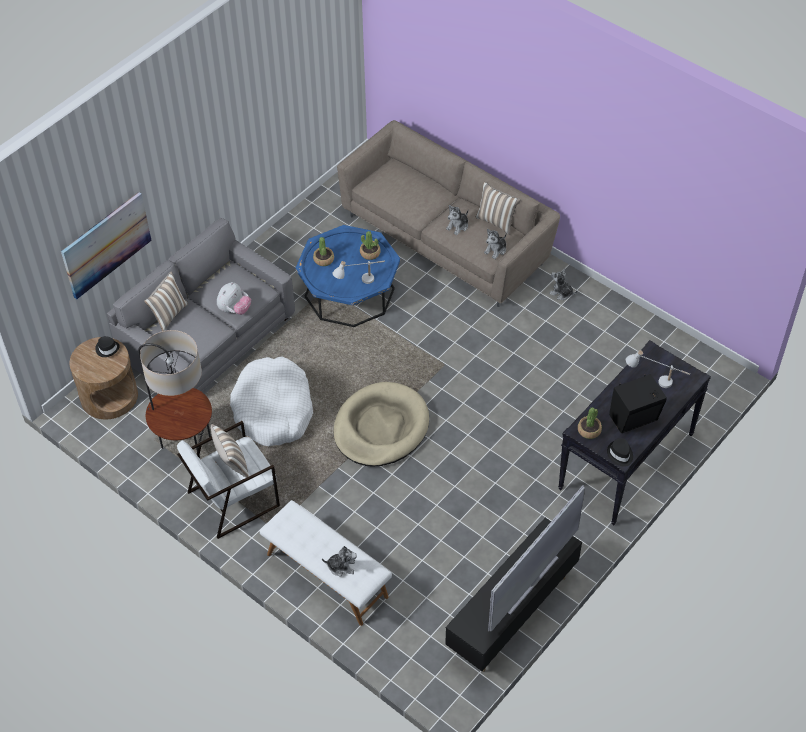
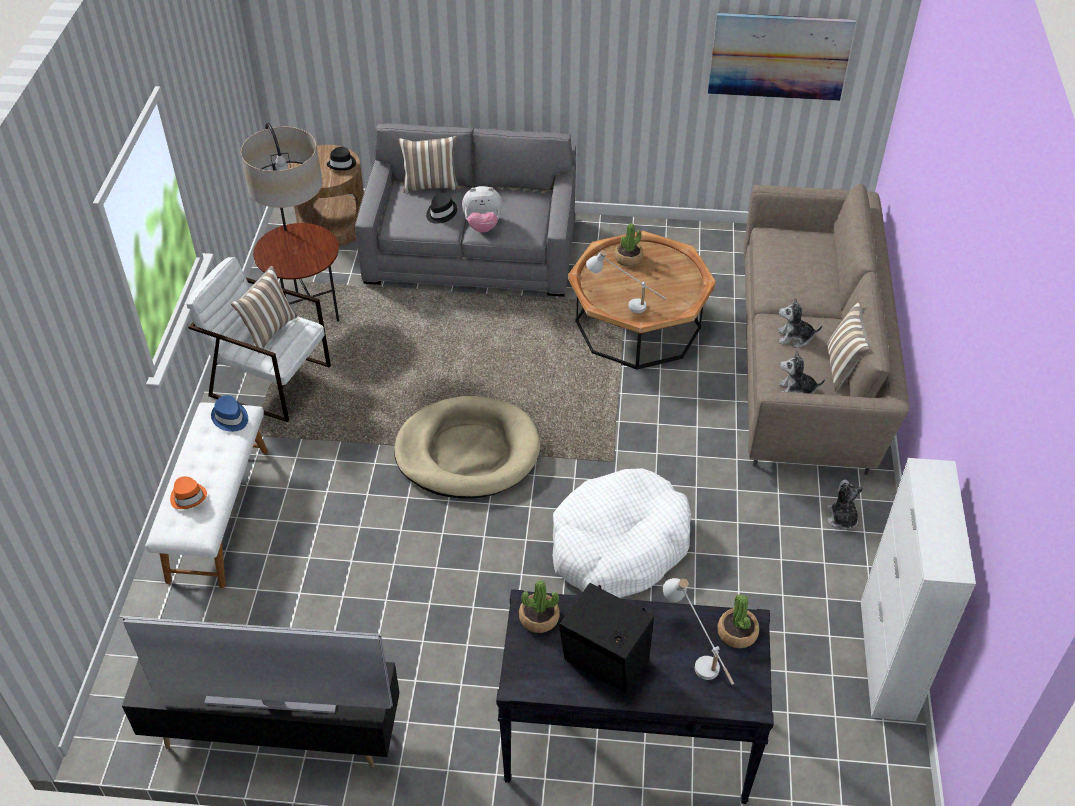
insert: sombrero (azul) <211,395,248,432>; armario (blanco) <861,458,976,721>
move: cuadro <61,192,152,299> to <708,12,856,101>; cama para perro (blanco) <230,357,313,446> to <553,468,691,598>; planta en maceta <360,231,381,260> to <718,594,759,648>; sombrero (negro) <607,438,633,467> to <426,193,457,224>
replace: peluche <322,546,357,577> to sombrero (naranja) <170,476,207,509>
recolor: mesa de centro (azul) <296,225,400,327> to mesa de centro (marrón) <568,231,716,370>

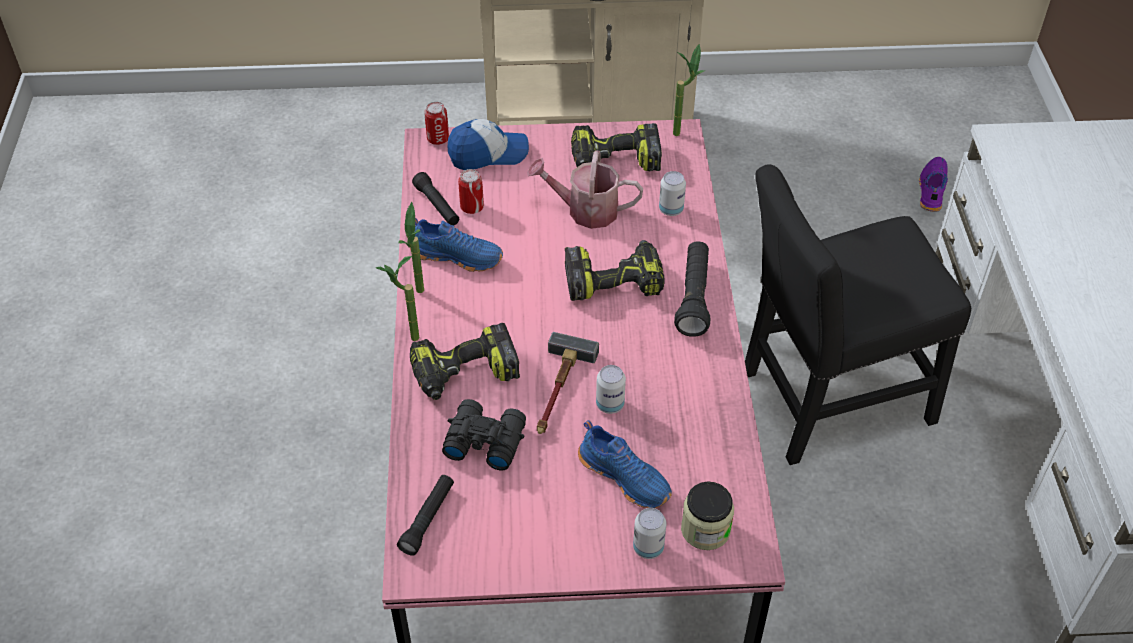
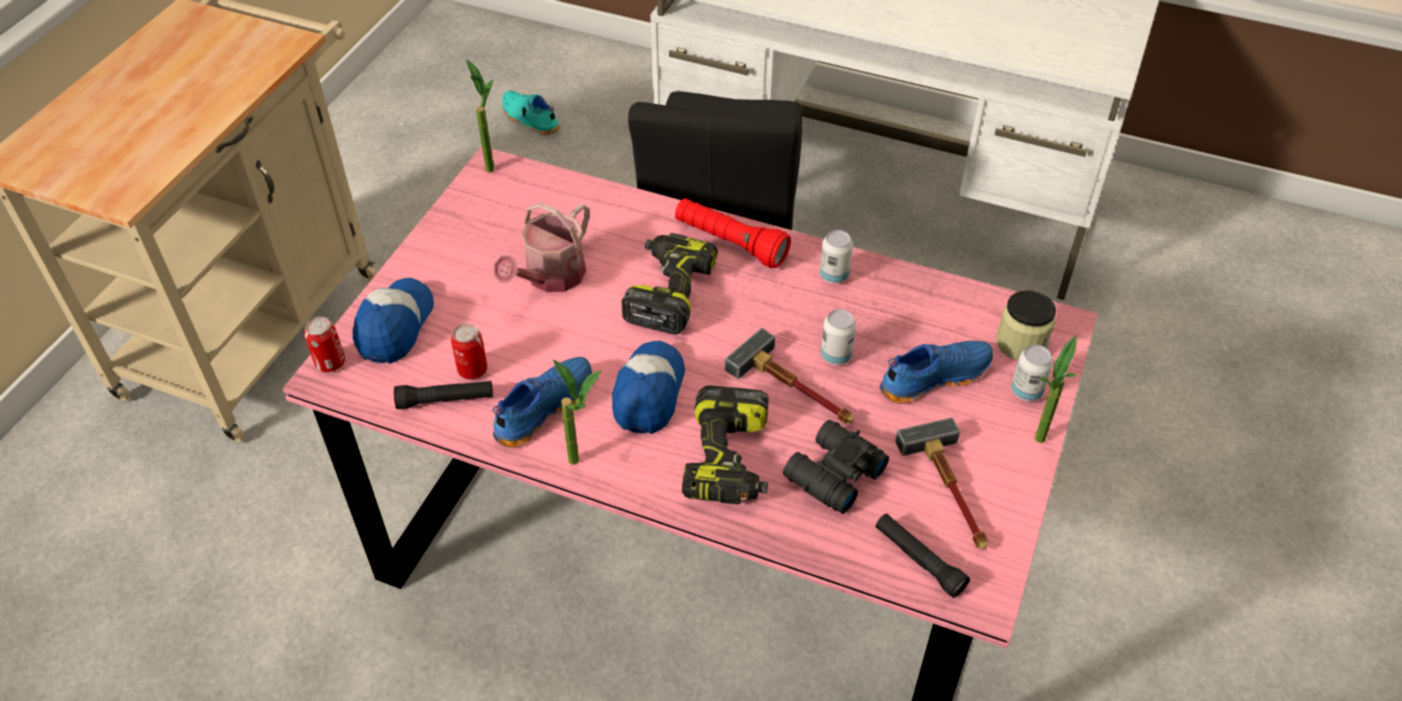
delete: taladro <571,123,662,172>
insert: gorra <612,341,685,434>; martillo <895,418,988,550>
move: planta en maceta <376,256,419,341> to <1035,336,1076,443>; lata <659,171,686,216> to <820,230,853,284>
recolor: linterna (negro) <674,241,710,337> to linterna (rojo) <675,198,791,268>; zapato (morado) <919,157,948,212> to zapato (turquesa) <502,91,560,135>

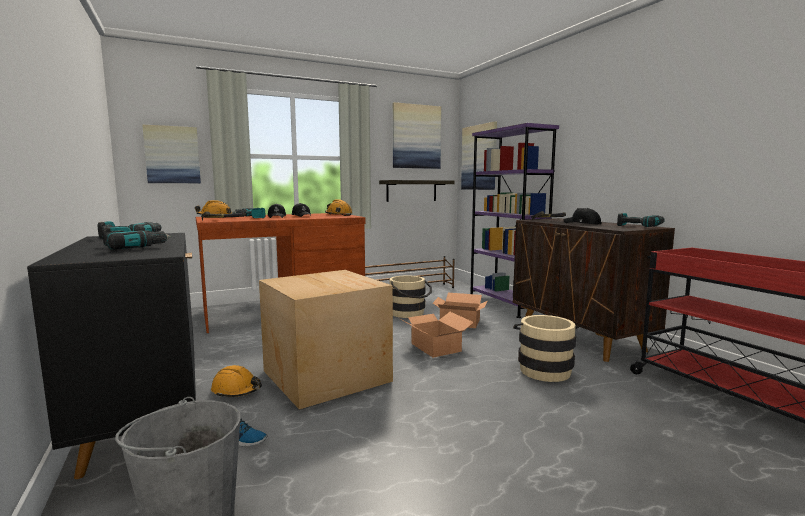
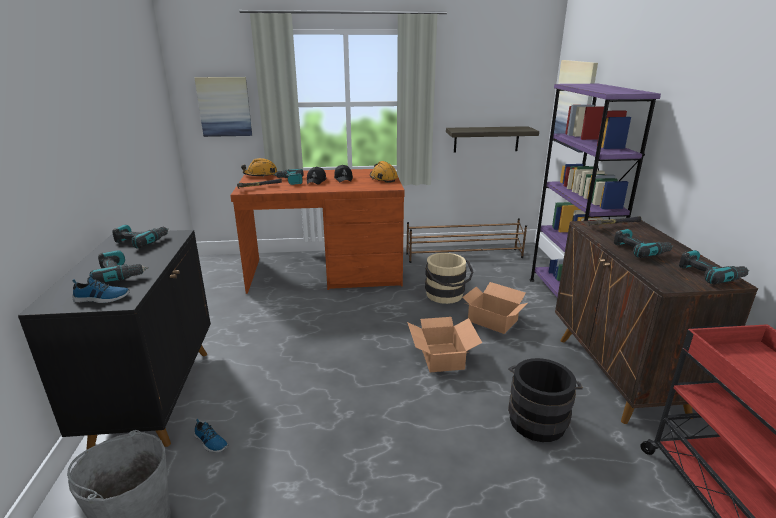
delete: casco (naranja) <211,365,262,398>; caja de cartón <259,270,393,409>; cuadro <393,102,441,169>
insert: zapato <72,274,130,303>
replace: gorra (negro) <564,208,602,224> to taladro <614,229,673,258>
recolor: cubo (beis) <513,315,579,382> to cubo (negro) <508,358,583,442>

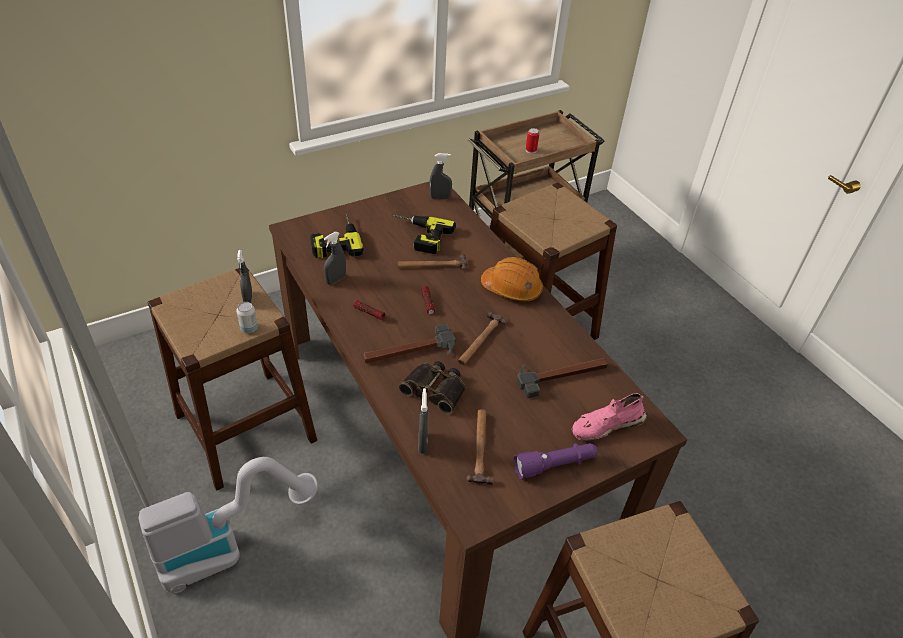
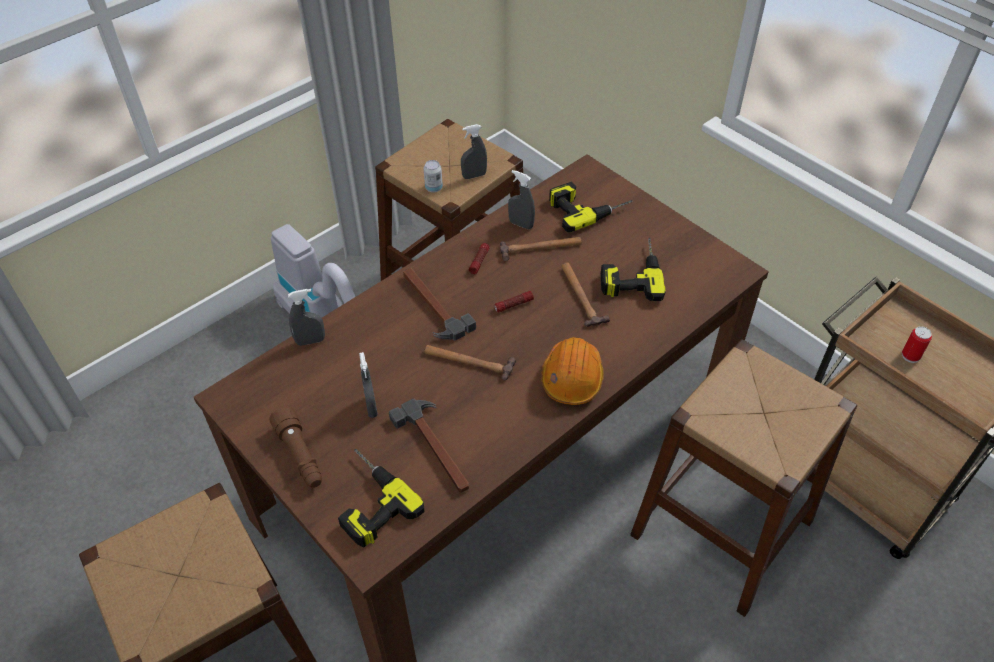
delete: prismáticos <398,361,466,414>
move: pulverizador (gris) <429,153,452,199> to <359,352,378,418>; martillo <467,409,493,485> to <500,237,582,261>
replace: zapato (rosa) <572,393,647,441> to taladro <338,449,425,547>
recolor: linterna (morado) <513,443,598,479> to linterna (marrón) <270,406,322,488>

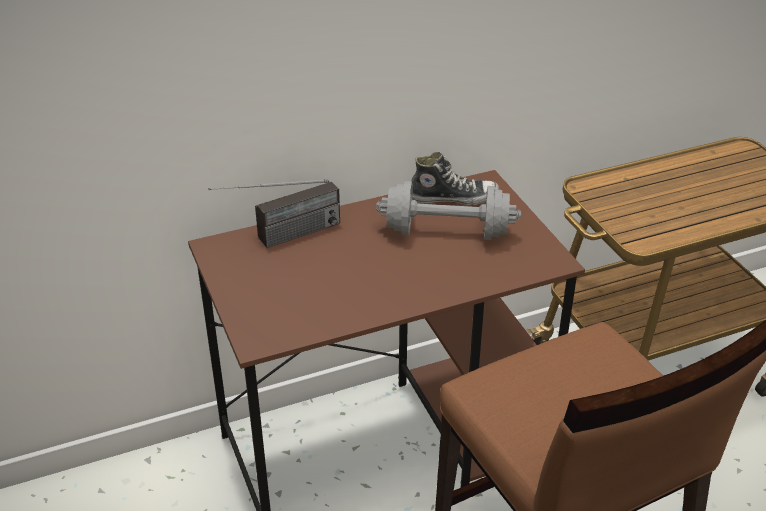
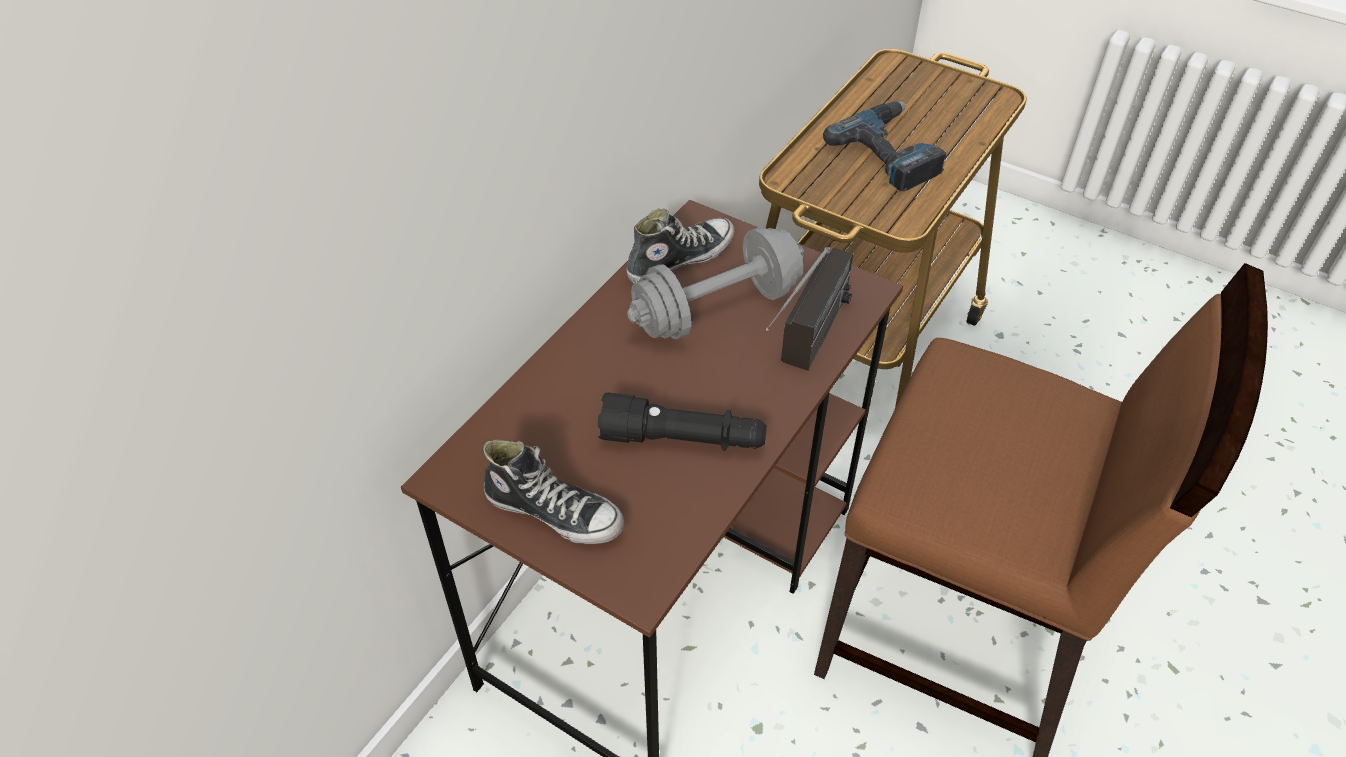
insert: zapato <482,440,625,544>; linterna (negro) <598,392,767,451>; taladro <823,101,947,191>
move: radio <209,179,340,248> to <766,247,853,371>

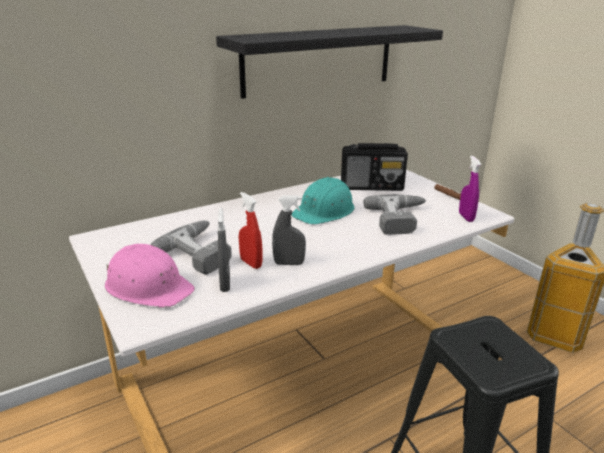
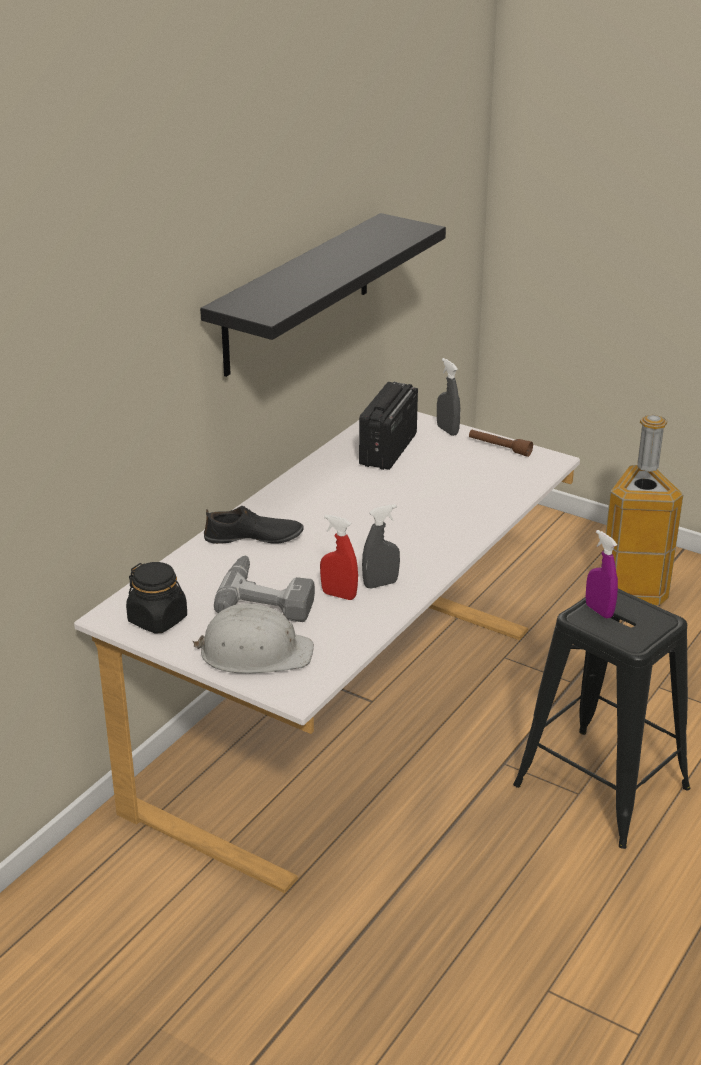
delete: casco (turquesa) <291,177,355,225>; taladro <363,194,426,235>
insert: tarro (negro) <126,562,187,634>; zapato (negro) <204,506,303,544>
move: pulverizador (gris) <218,208,230,292> to <437,358,460,436>; pulverizador (morado) <459,156,481,222> to <586,530,618,619>
recolor: casco (rosa) <105,244,195,308> to casco (blanco) <193,603,314,673>
rotate: radio <341,143,408,191> = <359,382,418,470> 135 degrees clockwise

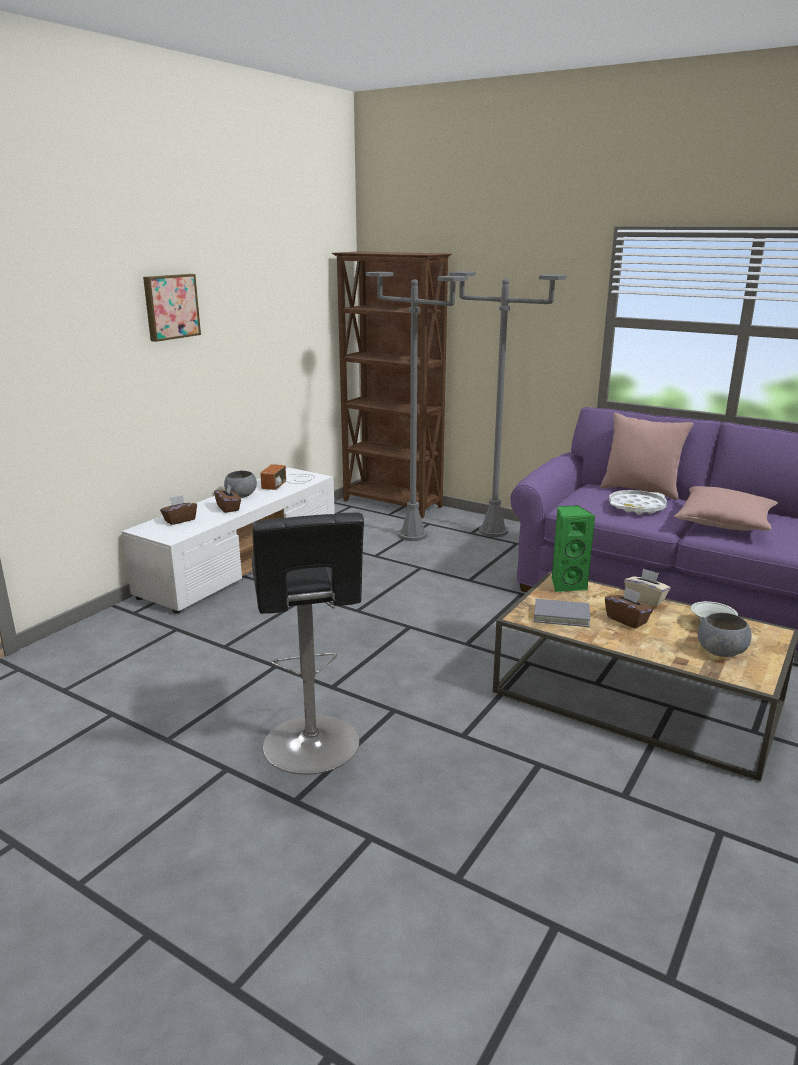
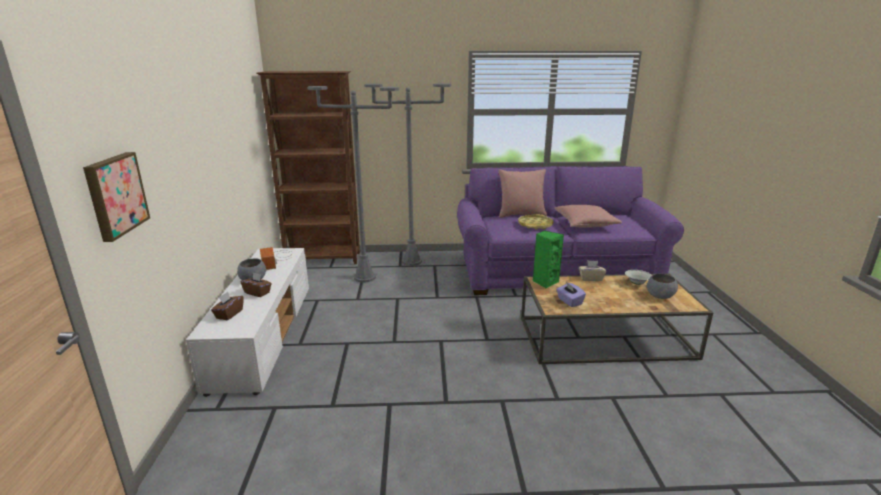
delete: taburete (negro) <252,513,364,775>; caja de pañuelos (marrón) <605,587,653,629>
move: cuadro <143,274,201,342> to <83,152,150,242>
replace: libro (gris) <534,599,590,627> to caja de pañuelos (morado) <556,282,586,307>
recolor: bandeja (blanco) <609,490,667,514> to bandeja (amarillo) <518,214,553,230>

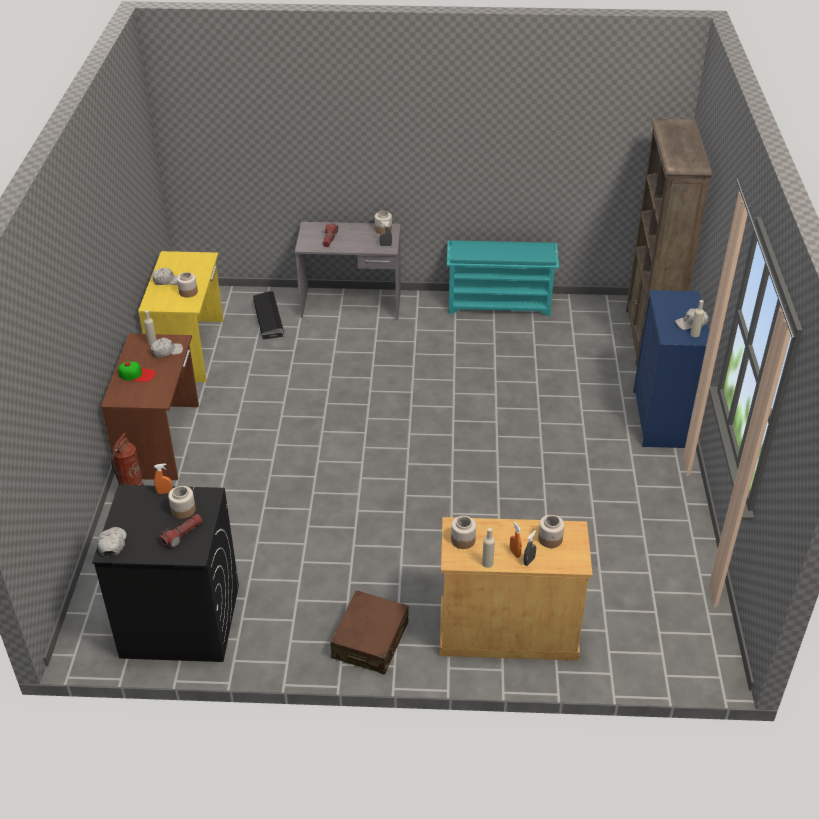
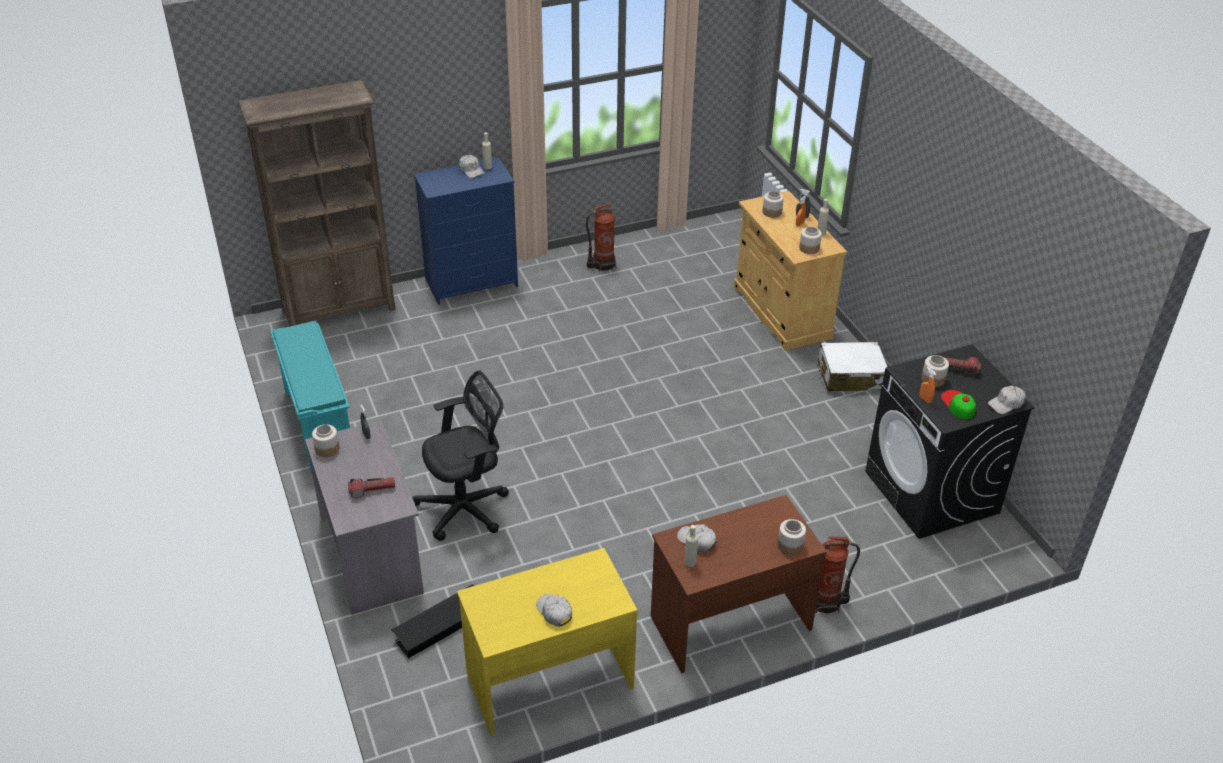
insert: silla de oficina (negro) <412,371,509,541>; extintor <586,203,616,271>
move: gorra <118,361,156,382> to <941,390,976,419>; tarro <177,272,198,297> to <778,519,806,555>
recolor: maleta (marrón) <330,590,409,674> to maleta (blanco) <817,342,887,391>

